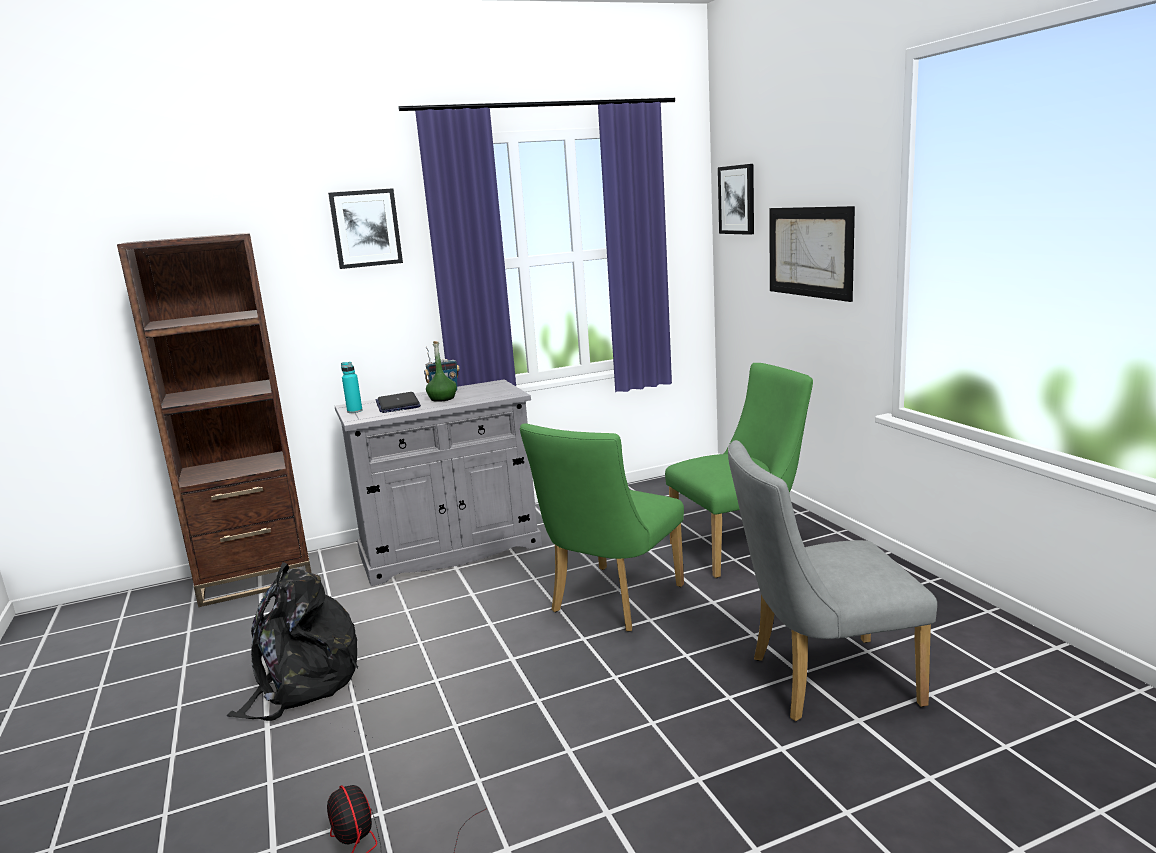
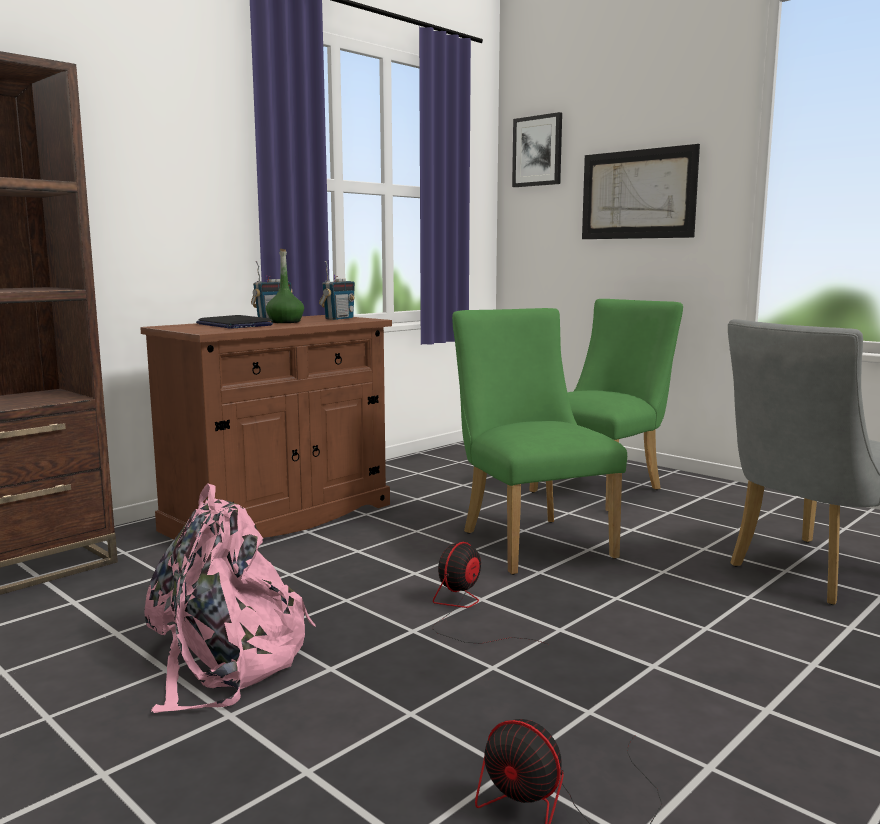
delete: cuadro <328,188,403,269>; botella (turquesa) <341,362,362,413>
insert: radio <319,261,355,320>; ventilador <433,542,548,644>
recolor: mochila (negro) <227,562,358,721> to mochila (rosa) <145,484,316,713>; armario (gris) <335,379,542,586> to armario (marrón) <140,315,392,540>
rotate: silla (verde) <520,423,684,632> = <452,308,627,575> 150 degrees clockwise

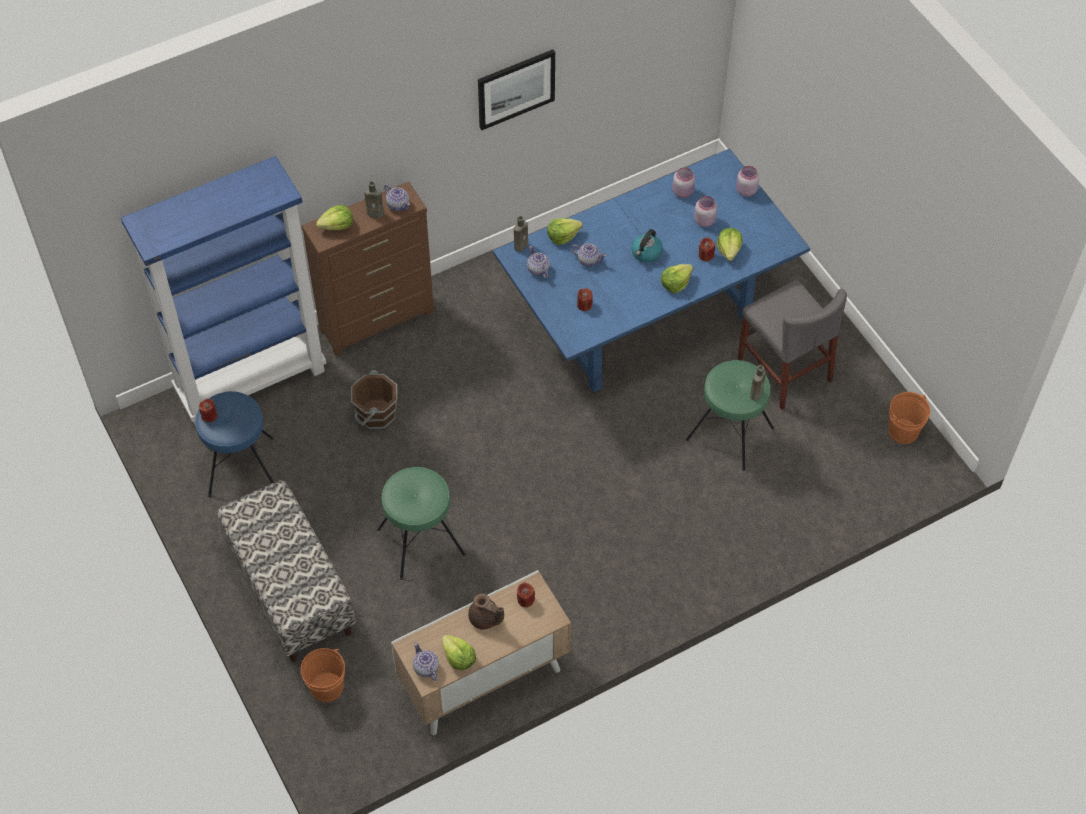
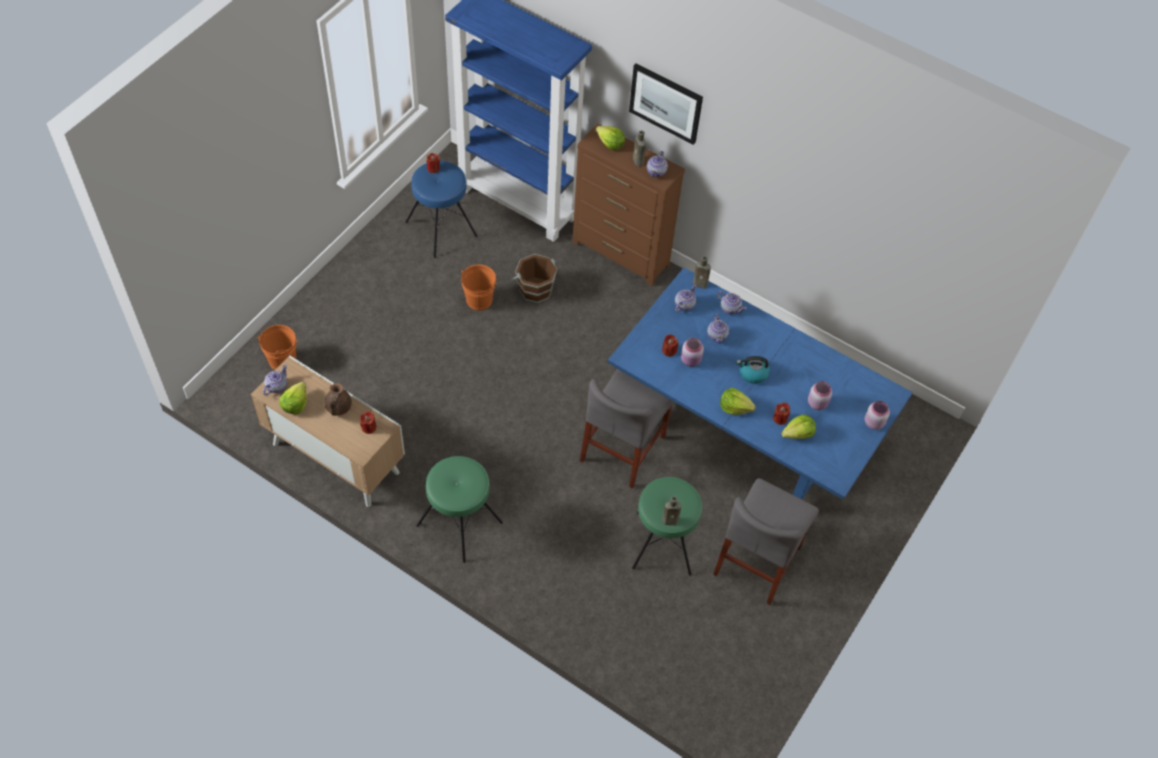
delete: banco <217,480,356,662>
insert: silla (gris) <580,369,674,489>
move: taburete (verde) <377,467,465,580> to <417,456,503,563>; cuadro <478,50,555,130> to <629,63,703,145>; tarro (rosa) <673,167,695,198> to <681,338,704,367>; cubo (naranja) <888,392,930,444> to <461,264,497,311>
replace: lechuga <547,218,583,245> to tetera <717,291,747,314>

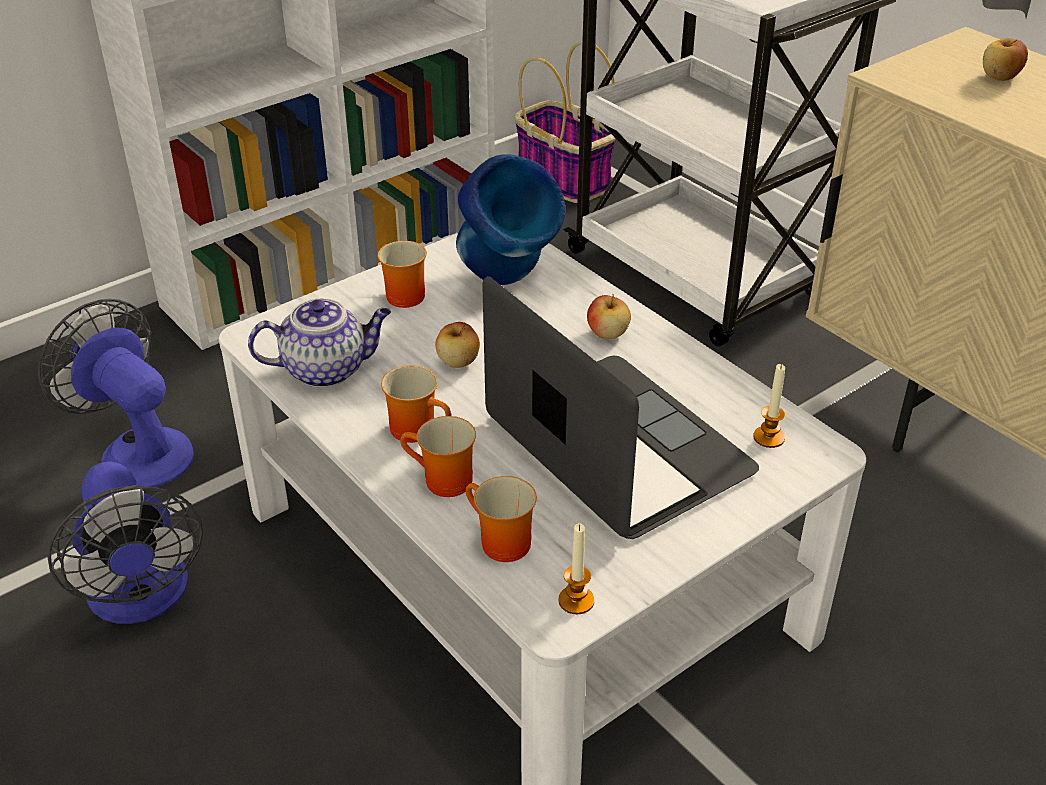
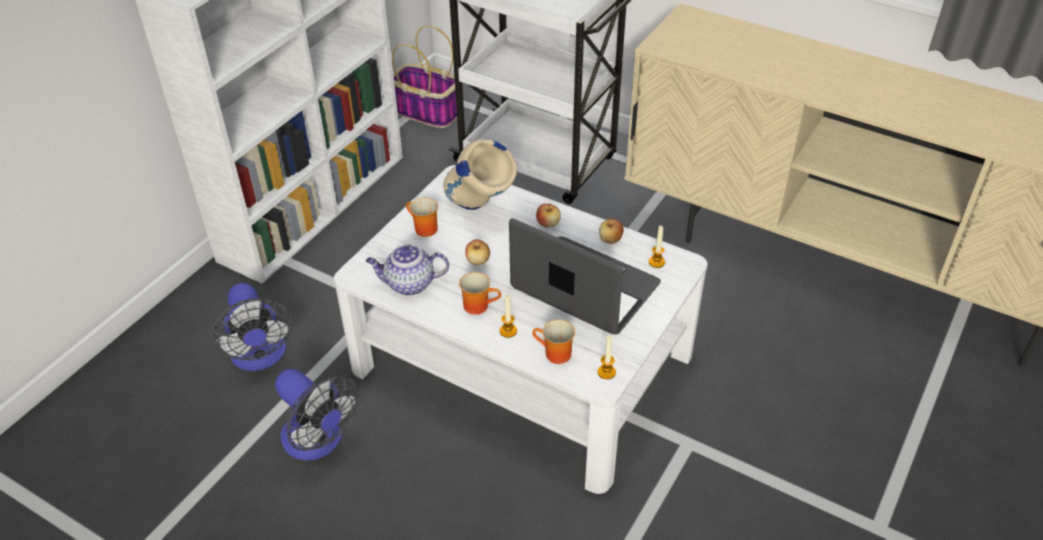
move: manzana <983,38,1028,81> to <599,219,624,244>
replace: taza grande <400,416,476,497> to vela <500,294,517,338>
recolor: florero (azul) <456,154,565,285> to florero (beis) <443,139,517,210>
rotate: ventilador <38,299,194,487> = <211,283,293,371> 135 degrees counterclockwise; tetera <248,298,391,388> = <366,244,449,296> 150 degrees counterclockwise

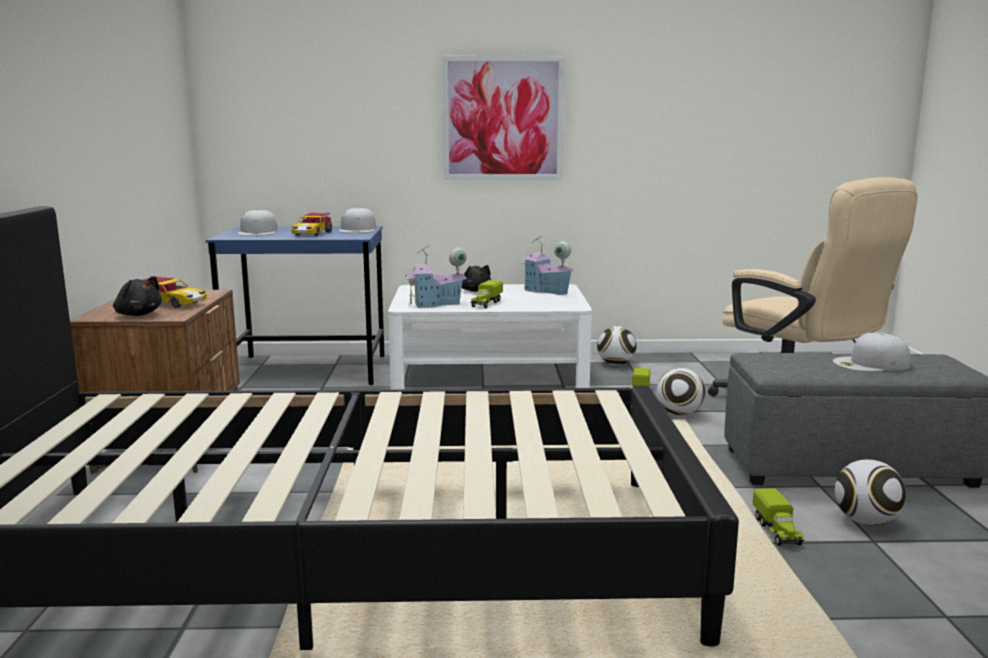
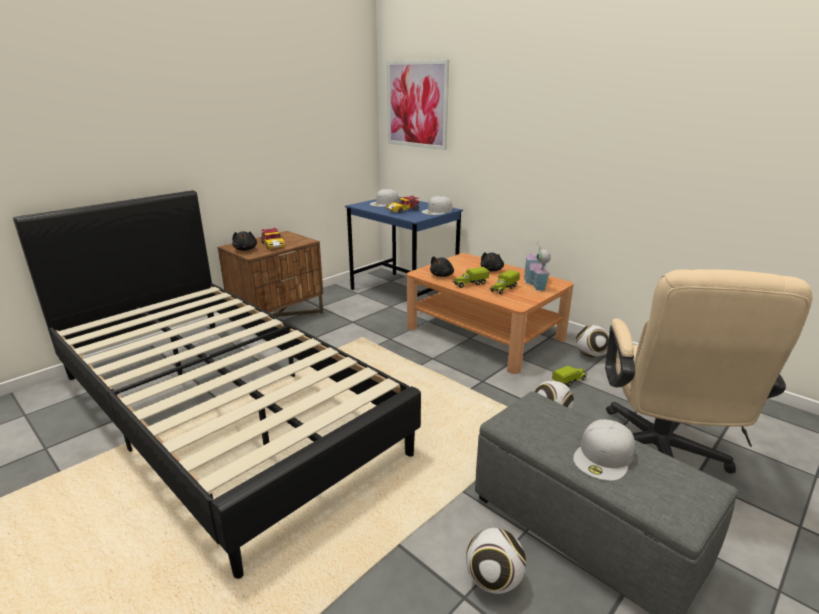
move: cuadro <442,56,565,180> to <387,60,449,150>; camión de juguete <752,488,805,546> to <490,270,520,294>
replace: casita <405,245,467,308> to peluche (negro) <430,256,454,277>
recolor: mesa de centro (blanco) <388,284,592,389> to mesa de centro (marrón) <407,253,574,374>
rotate: gorra (blanco) <833,333,911,372> = <573,419,635,481> 90 degrees counterclockwise

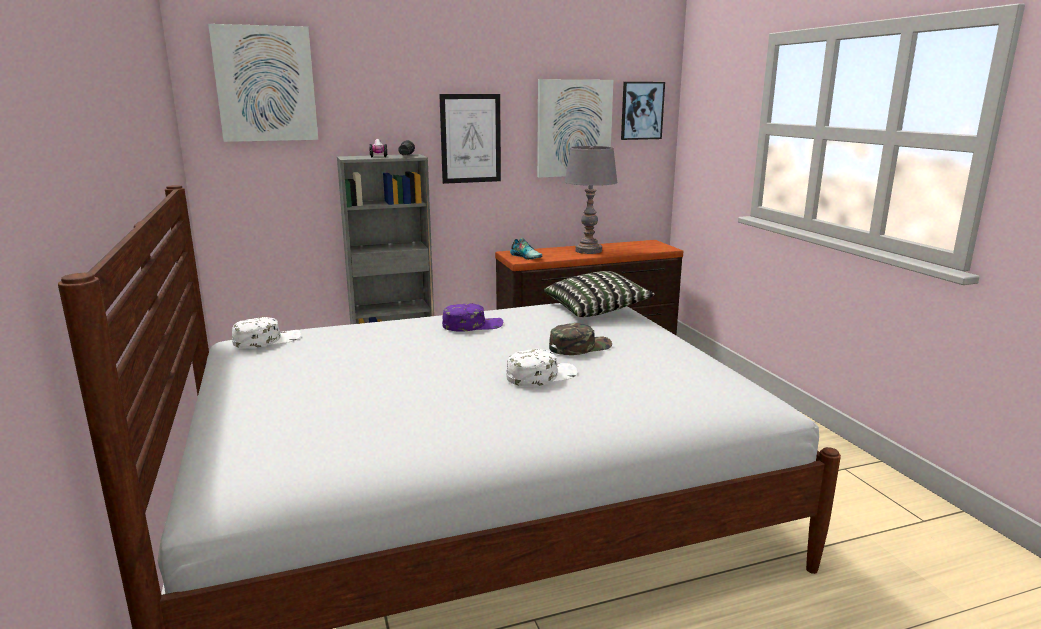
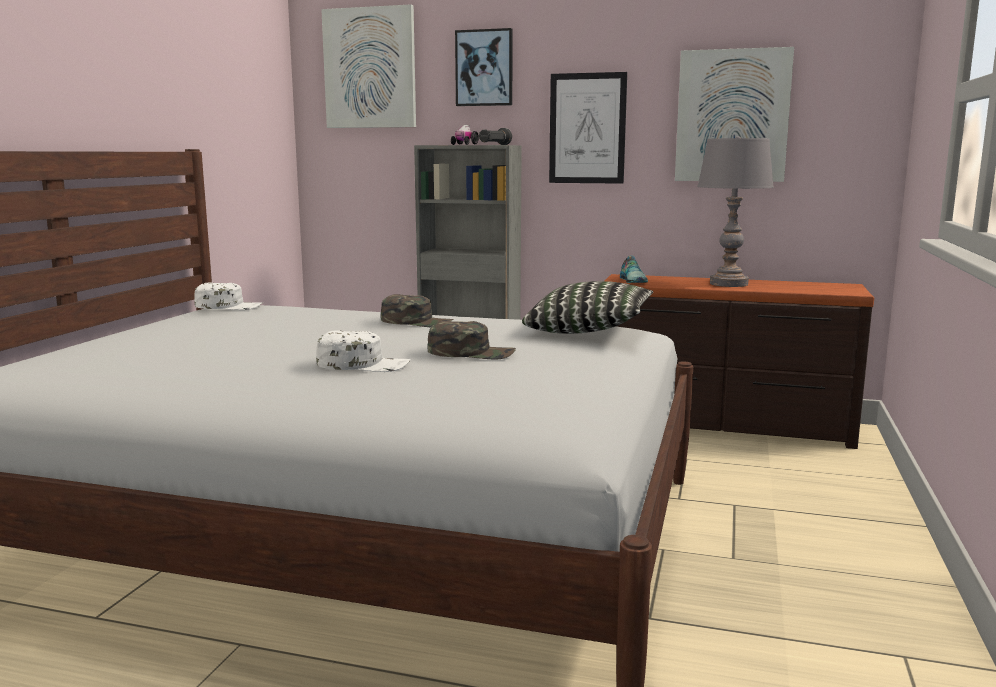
move: cuadro <621,82,665,140> to <455,28,513,106>
recolor: gorra (morado) <442,303,503,332> to gorra (verde) <381,294,454,327>

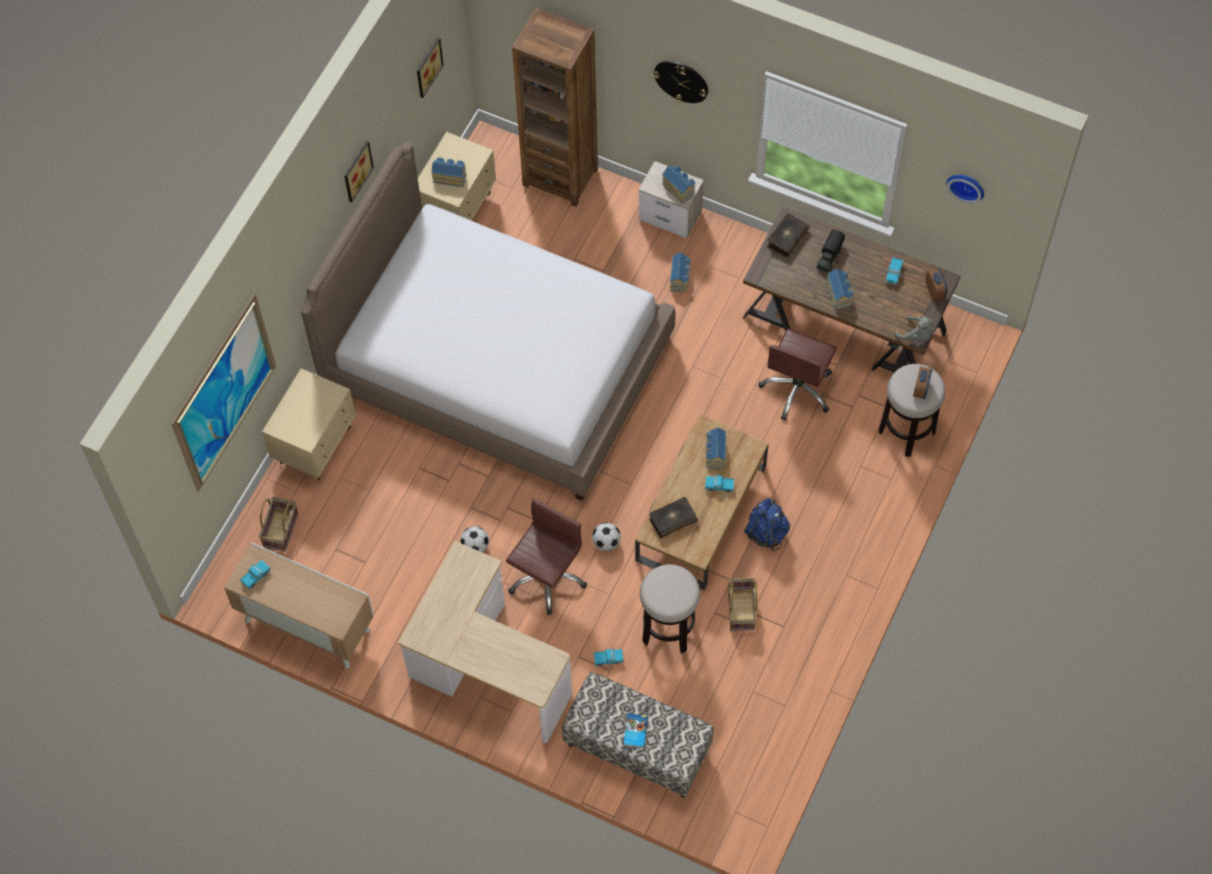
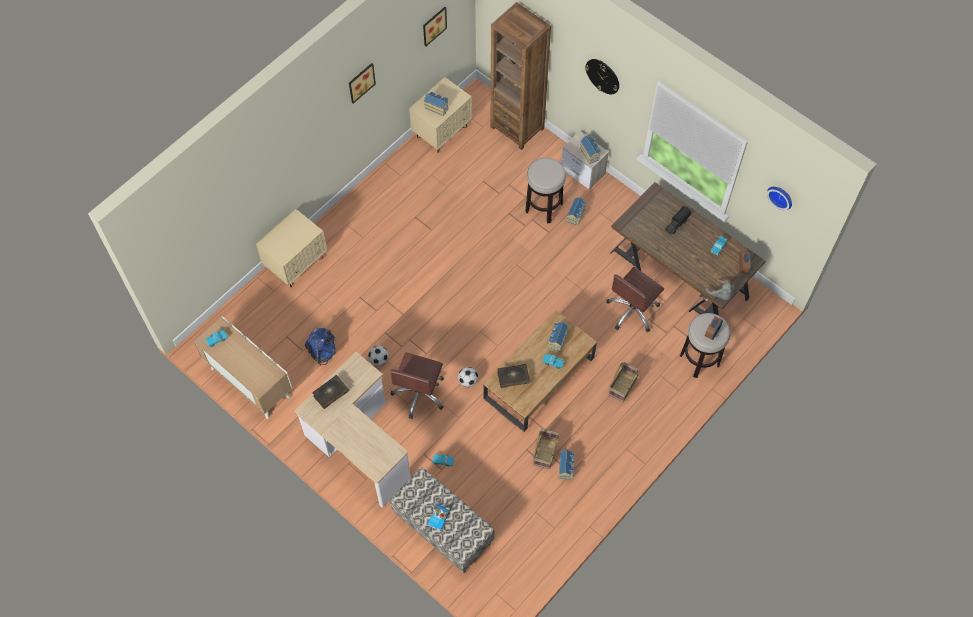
delete: cuadro <172,293,276,492>; cama <301,142,675,501>
move: cesta <259,497,298,552> to <609,362,640,402>; taburete <640,564,700,653> to <525,158,566,224>; mochila (azul) <744,498,790,551> to <305,328,335,365>; libro <767,213,809,258> to <312,375,349,409>; casita <826,269,853,310> to <559,450,574,479>
rotate: silla de oficina (marrón) <506,498,587,615> = <390,352,444,419> 150 degrees clockwise

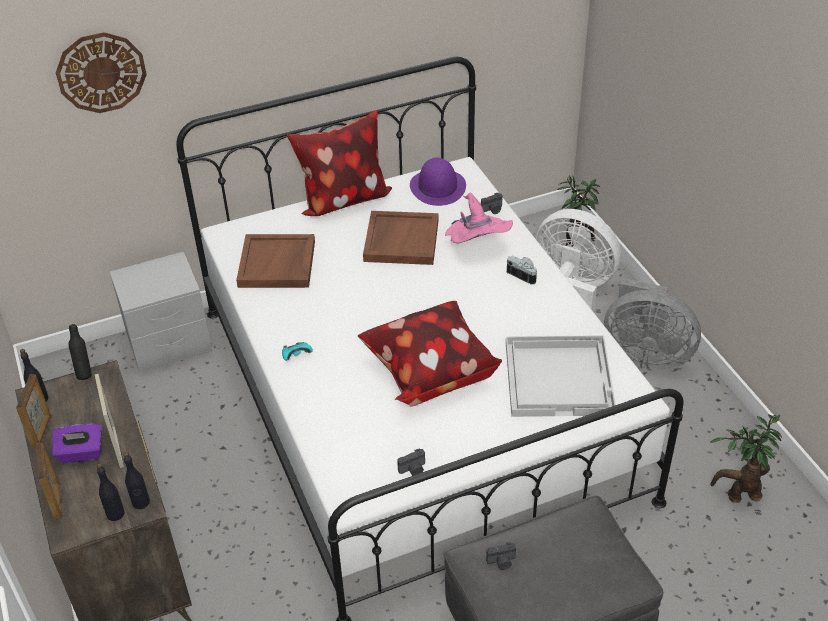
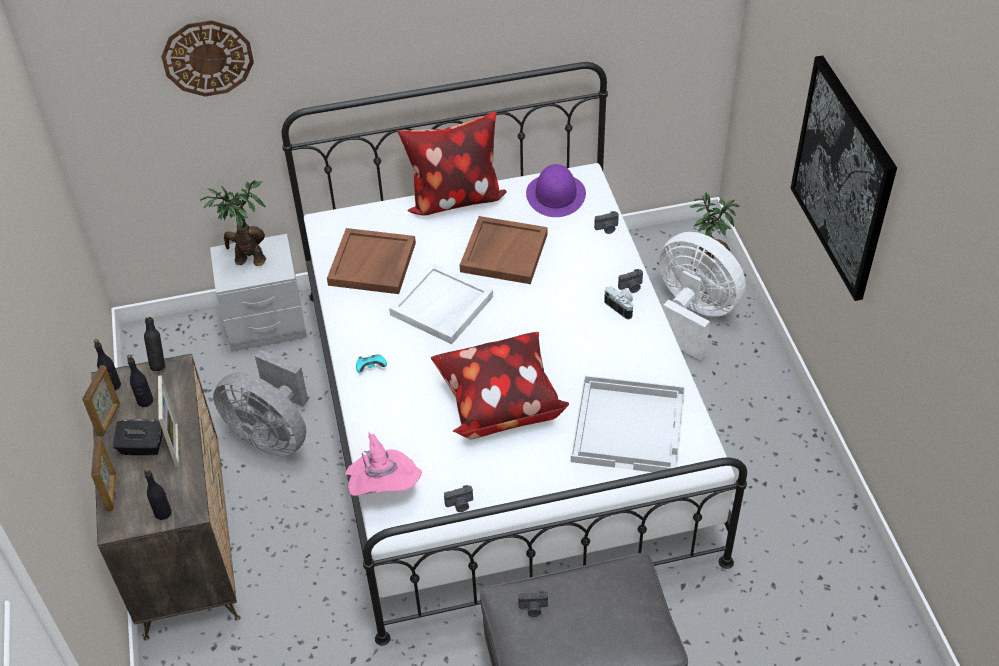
insert: bandeja (blanco) <389,263,493,344>; cámara <618,269,643,293>; cuadro <790,55,897,301>
move: botella (negro) <123,452,150,509> to <127,355,153,407>; sombrero (rosa) <445,192,513,244> to <345,432,422,496>; ventilador (gris) <604,278,701,370> to <213,350,308,456>; planta en maceta <711,414,782,503> to <200,180,266,266>
recolor: caja de pañuelos (morado) <52,423,102,463> to caja de pañuelos (negro) <113,419,162,455>

